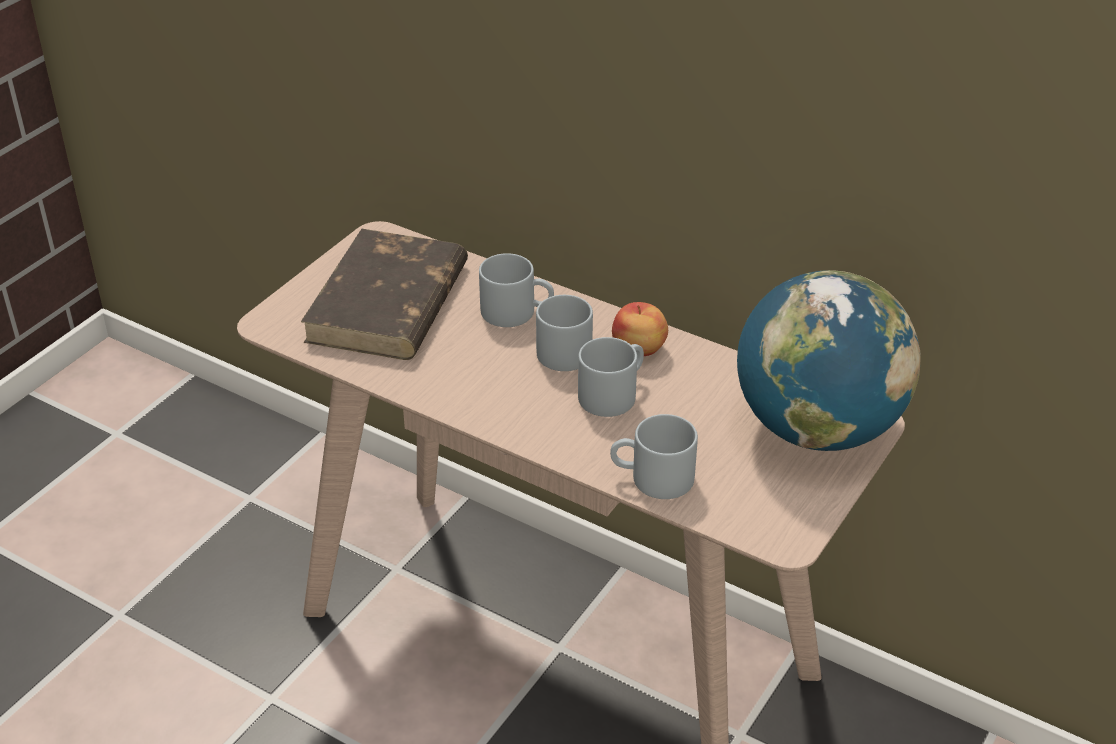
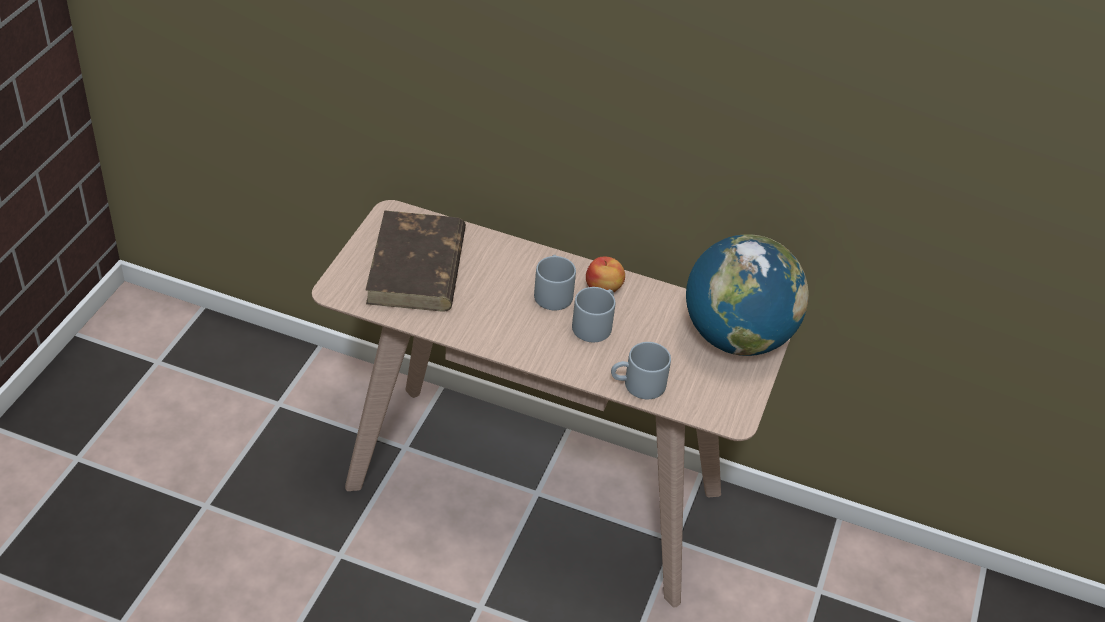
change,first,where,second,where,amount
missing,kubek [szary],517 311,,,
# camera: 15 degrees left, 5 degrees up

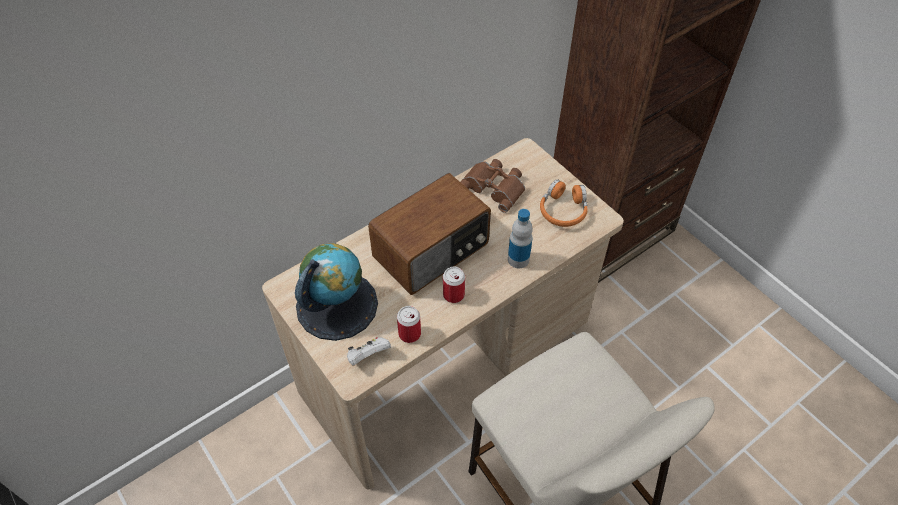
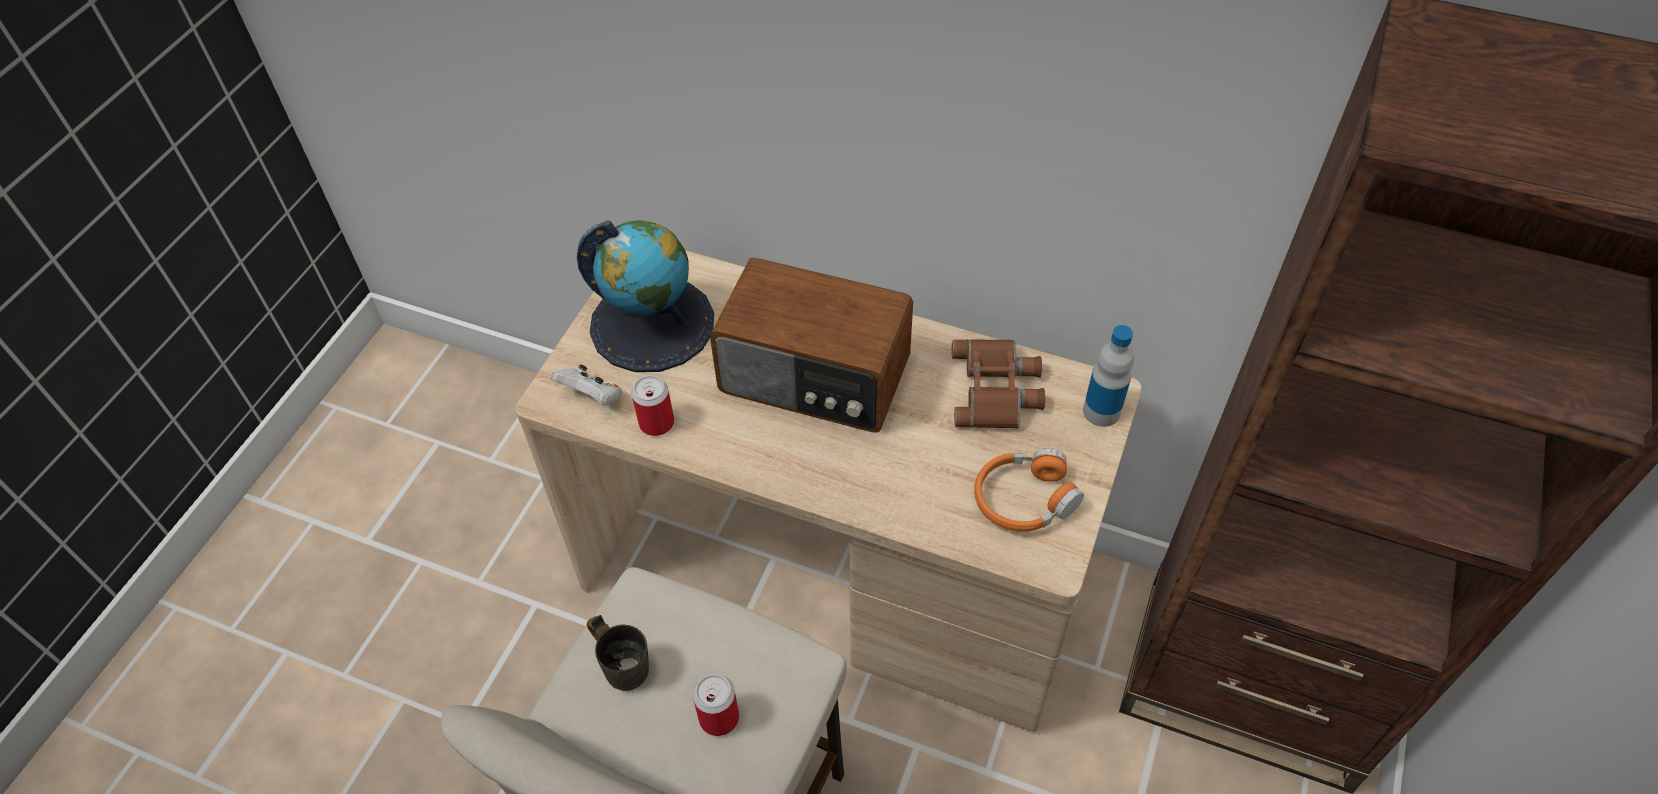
change,first,where,second,where,amount
relocated,butelka,518 259,,1101 411,
relocated,puszka,453 294,,719 717,
appeared,,,kubek [szary],625 661,
# camera: 60 degrees right, 0 degrees up

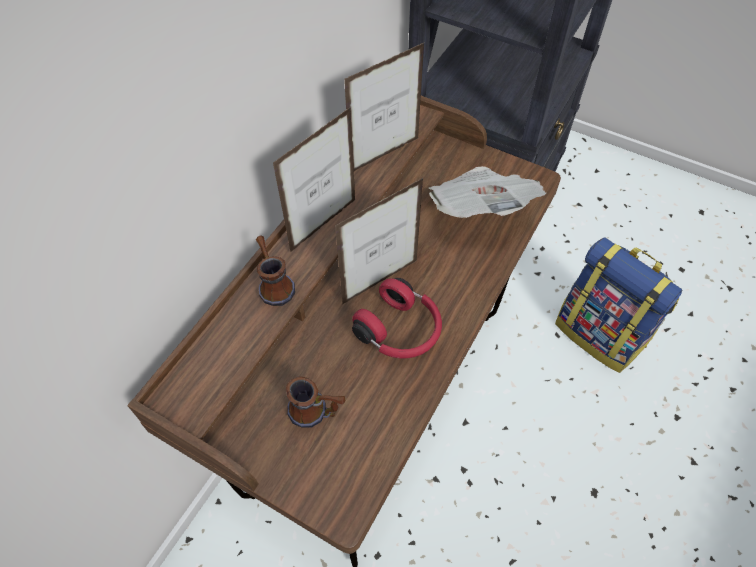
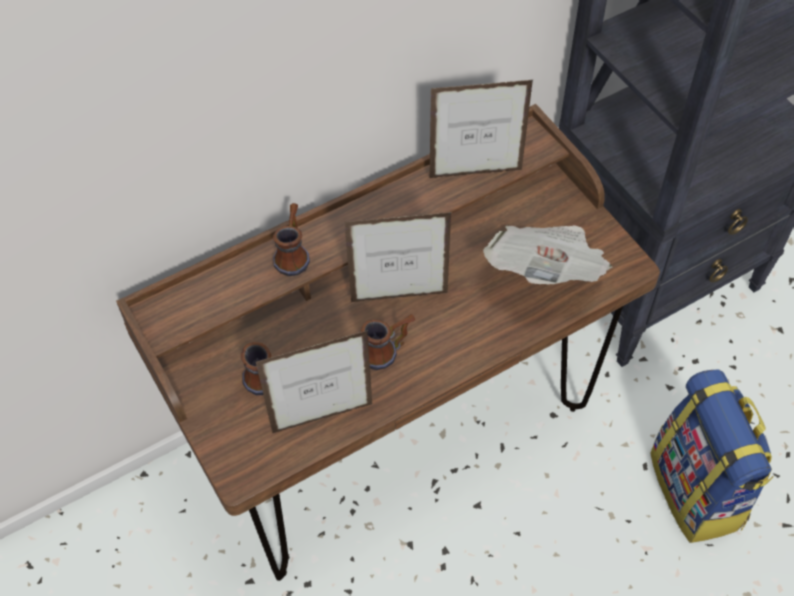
change,first,where,second,where,amount
relocated,ramka na zdjęcie,324 225,,323 418,
exchanged,słuchawki [czerwony],400 331,kubek,387 351,
# camera: 30 degrees right, 0 degrees up

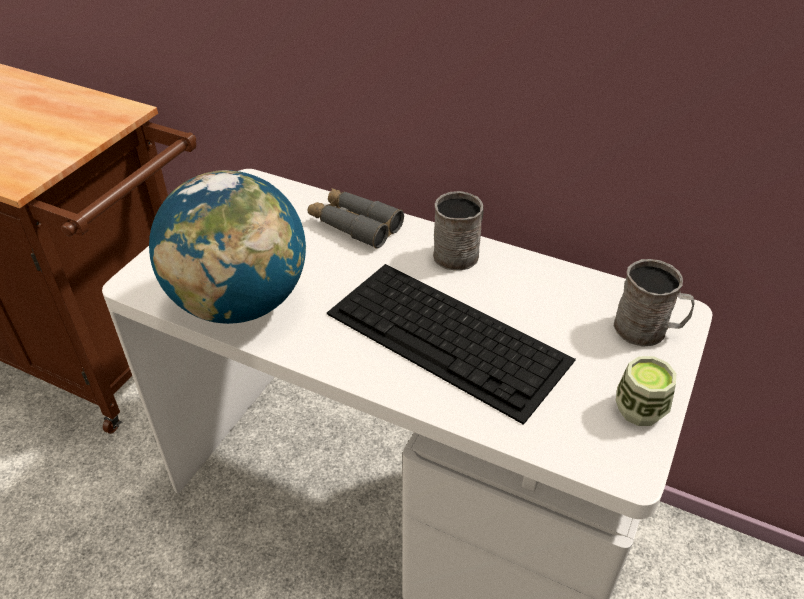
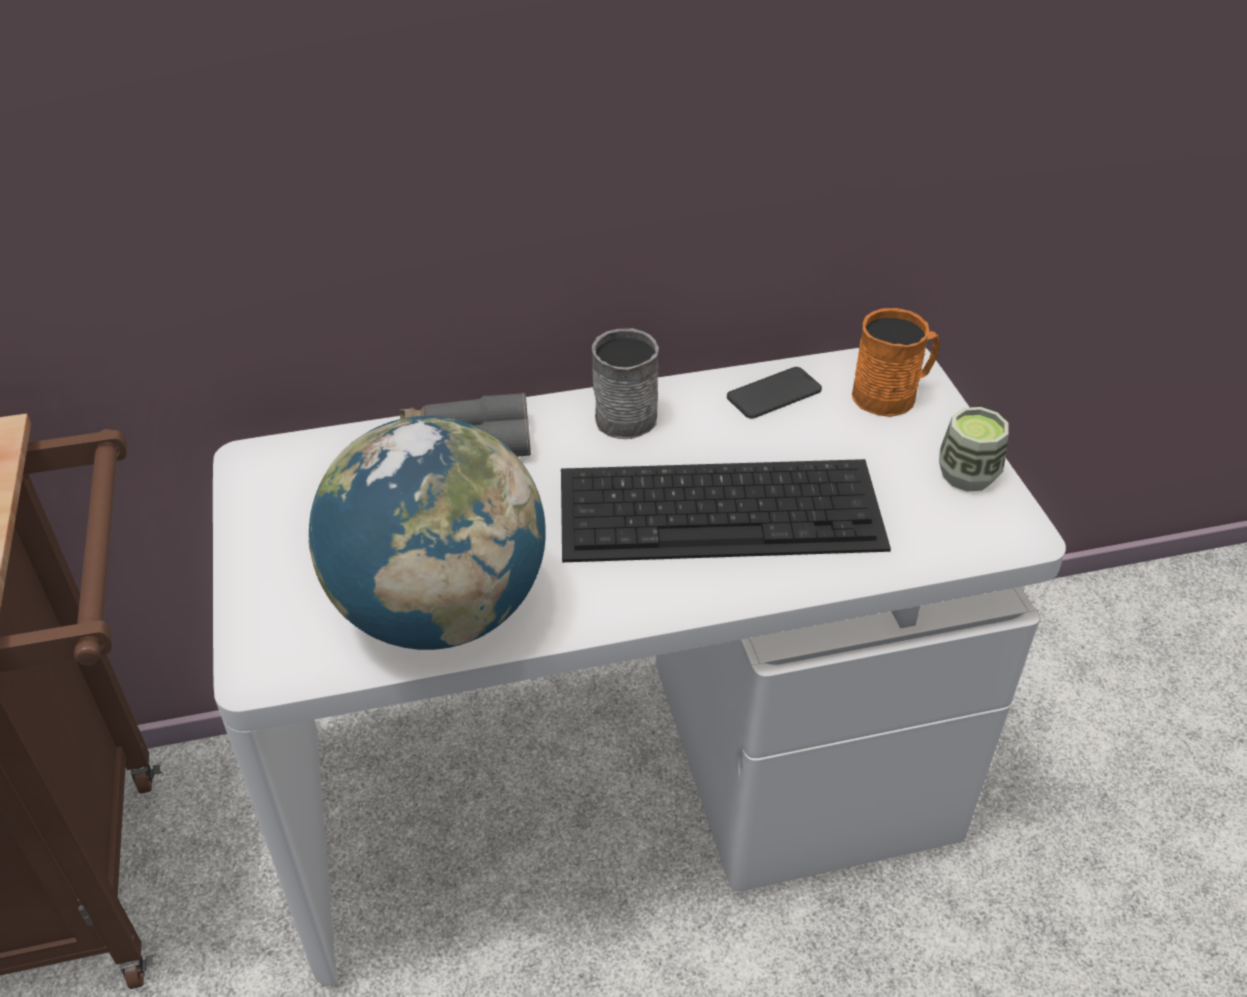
change,first,where,second,where,amount
colour,kubek [szary],647 330,kubek [pomarańczowy],892 394,
appeared,,,telefon,774 394,
# camera: 40 degrees left, 0 degrees up

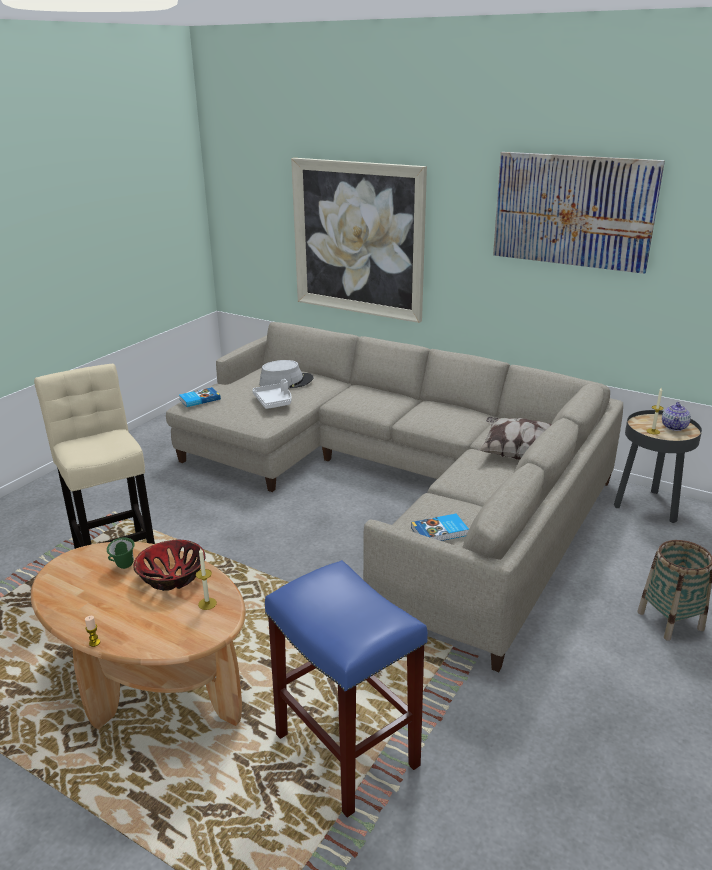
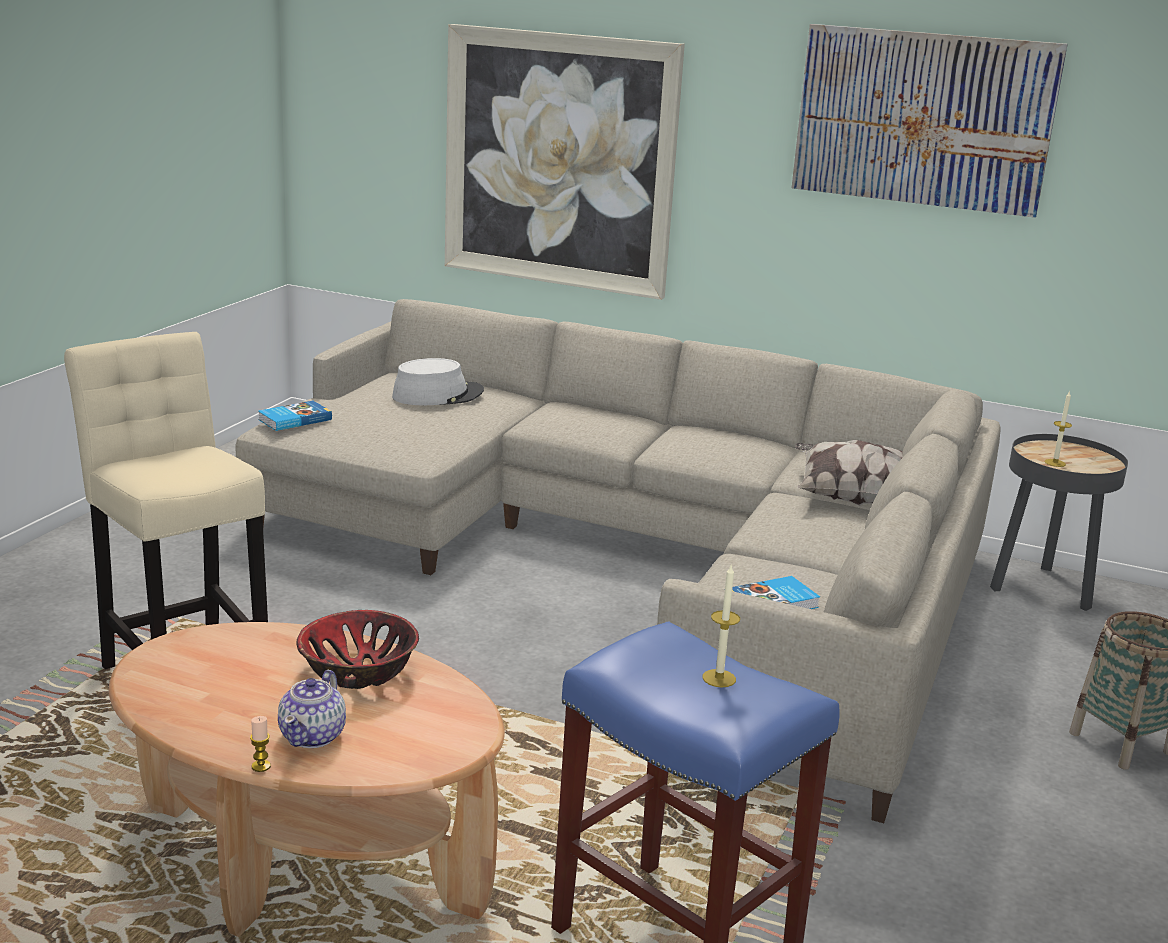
change,first,where,second,where,amount
missing,taca [biały],274 401,,,
relocated,imbryk,674 427,,313 735,
missing,kubek [zielony],124 567,,,
relocated,świeca,207 603,,719 678,
# camera: 10 degrees left, 5 degrees down

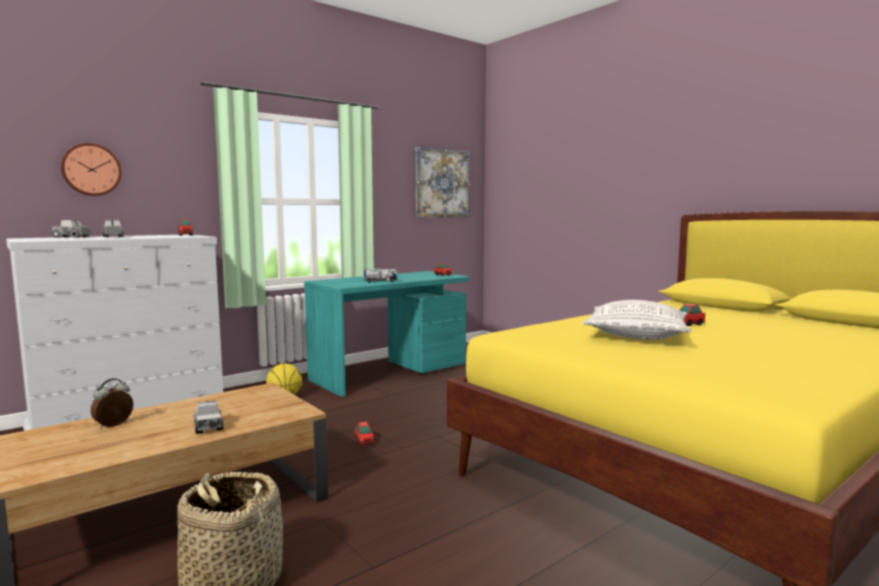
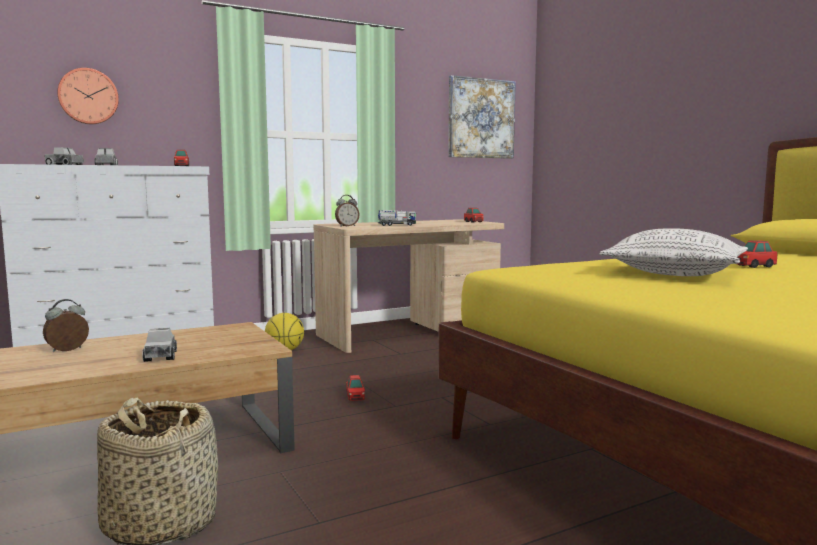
change,first,where,second,where,amount
colour,biurko [turkusowy],390 373,biurko [beżowy],409 332,
appeared,,,budzik,347 226,
# camera: 10 degrees right, 0 degrees up

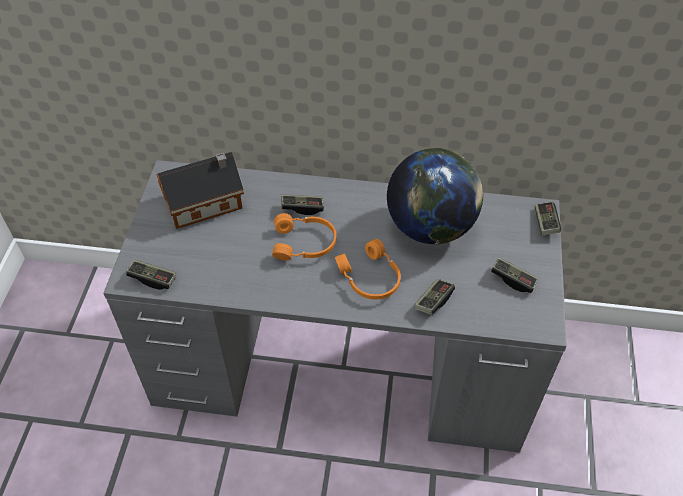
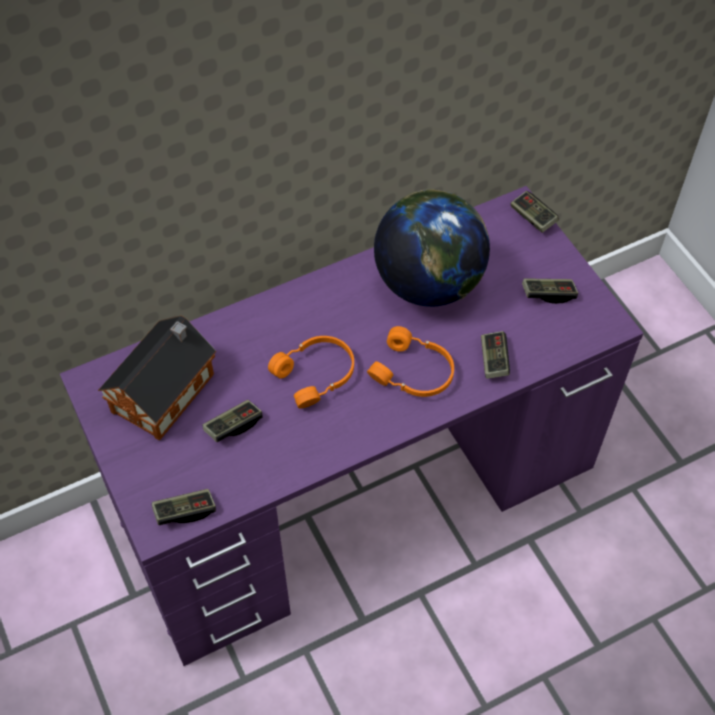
change,first,where,second,where,amount
colour,biurko [szary],342 363,biurko [fioletowy],357 486,
relocated,pad do gier,302 208,,233 426,
# camera: 35 degrees left, 5 degrees up

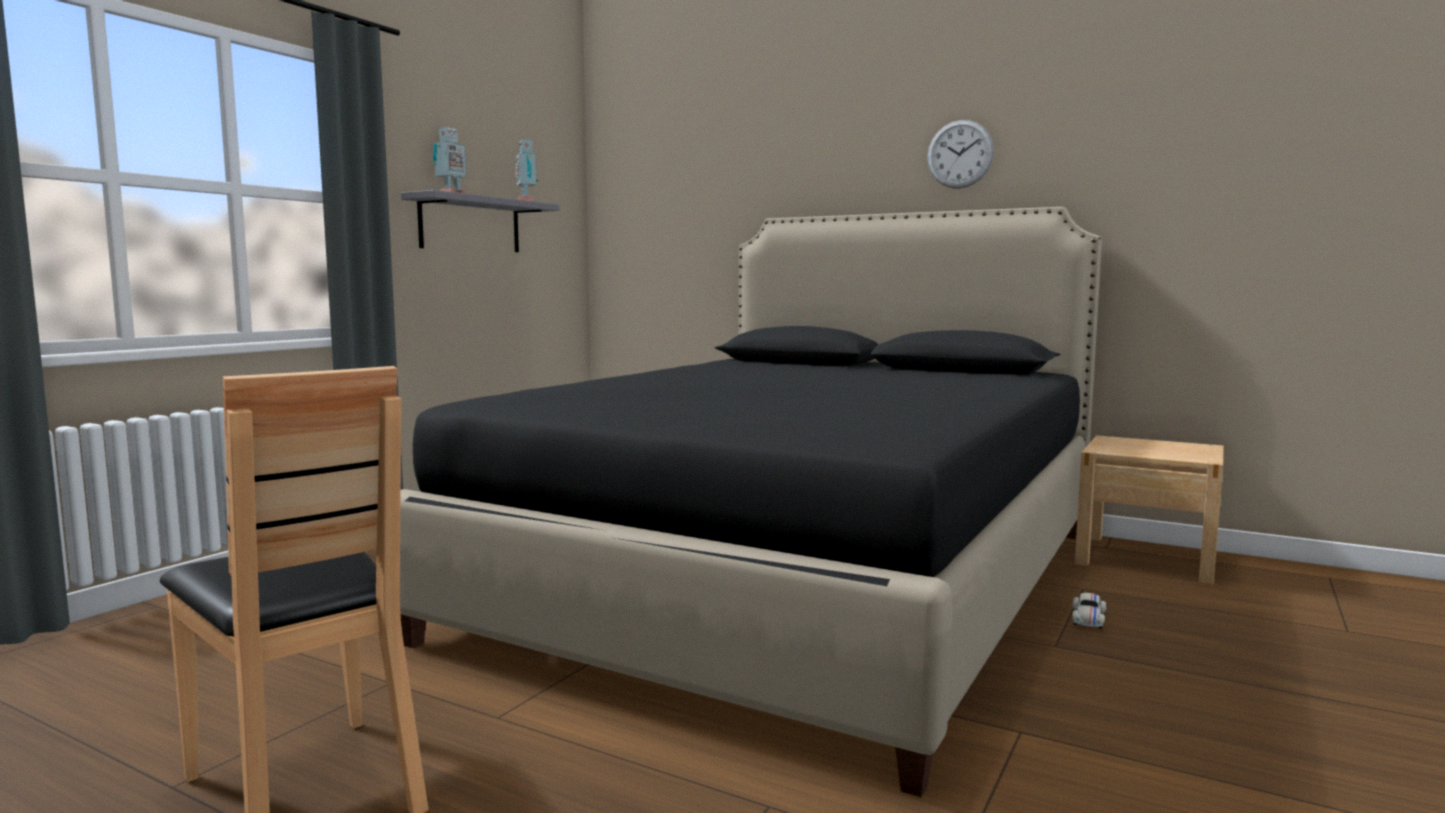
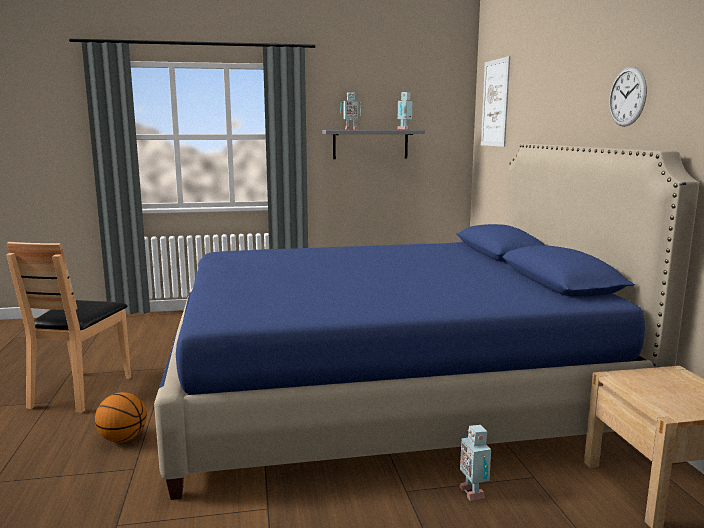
change,first,where,second,where,amount
colour,łóżko [czarny],798 581,łóżko [niebieski],388 394,
exchanged,samochodzik [biały],1088 619,robot zabawkowy,473 492,
appeared,,,obraz,495 103,
appeared,,,piłka do koszykówki,123 438,
# camera: 50 degrees right, 5 degrees up

